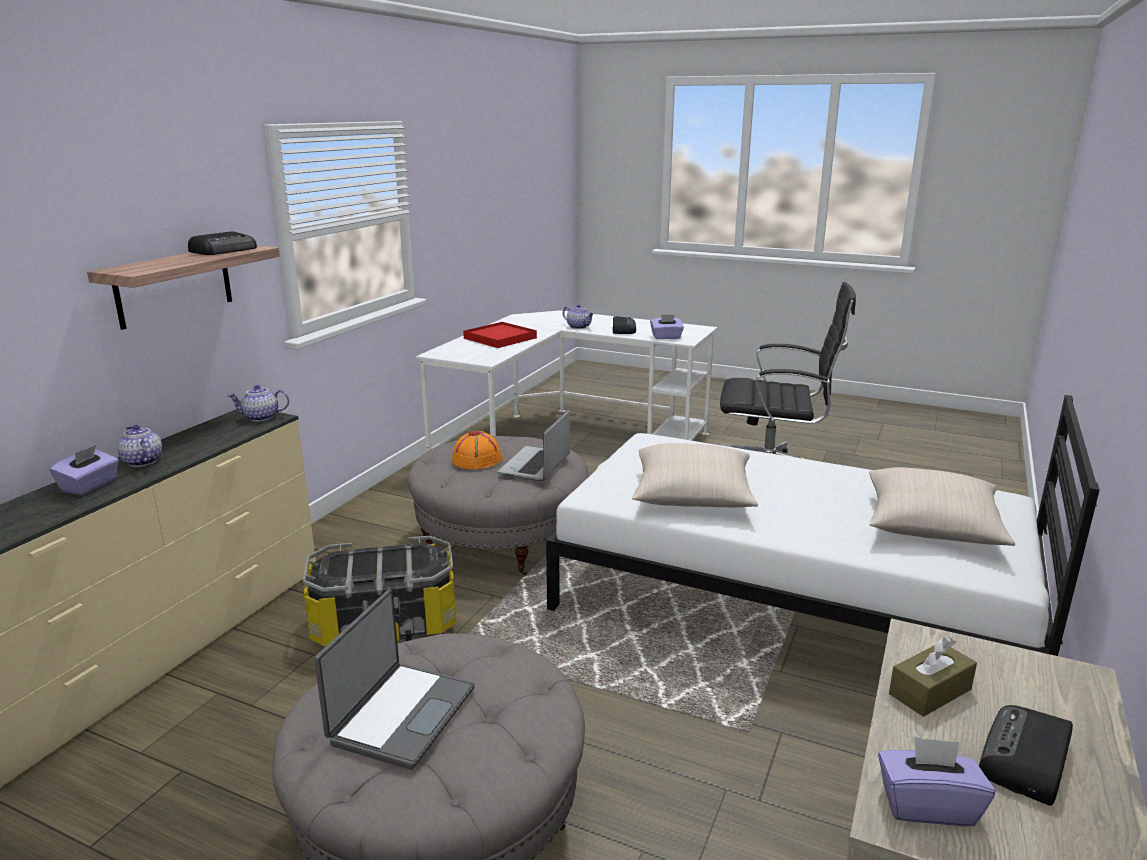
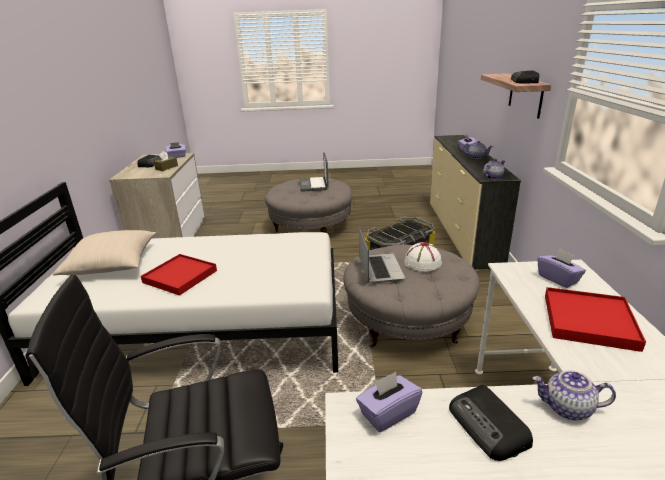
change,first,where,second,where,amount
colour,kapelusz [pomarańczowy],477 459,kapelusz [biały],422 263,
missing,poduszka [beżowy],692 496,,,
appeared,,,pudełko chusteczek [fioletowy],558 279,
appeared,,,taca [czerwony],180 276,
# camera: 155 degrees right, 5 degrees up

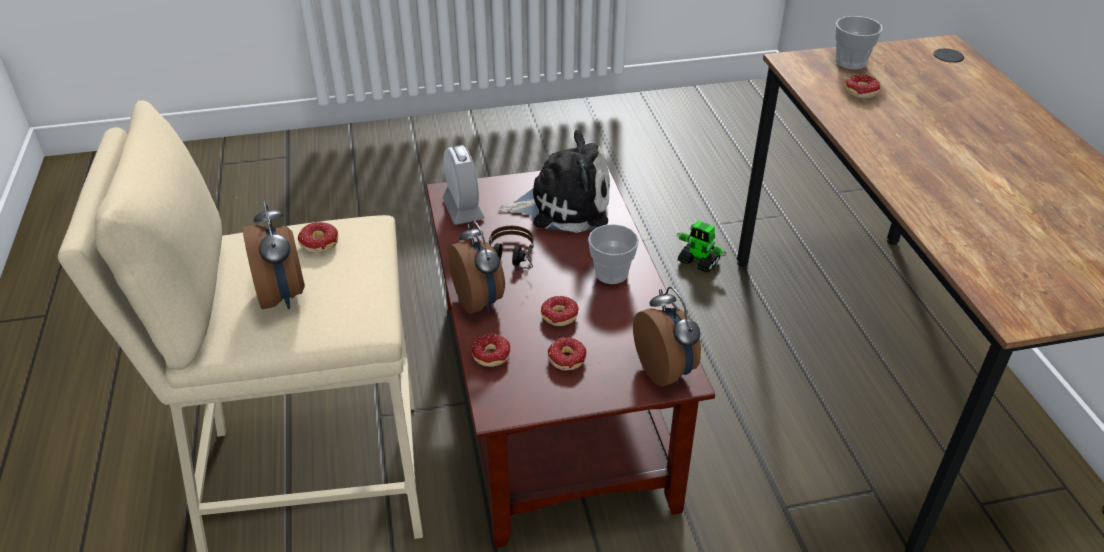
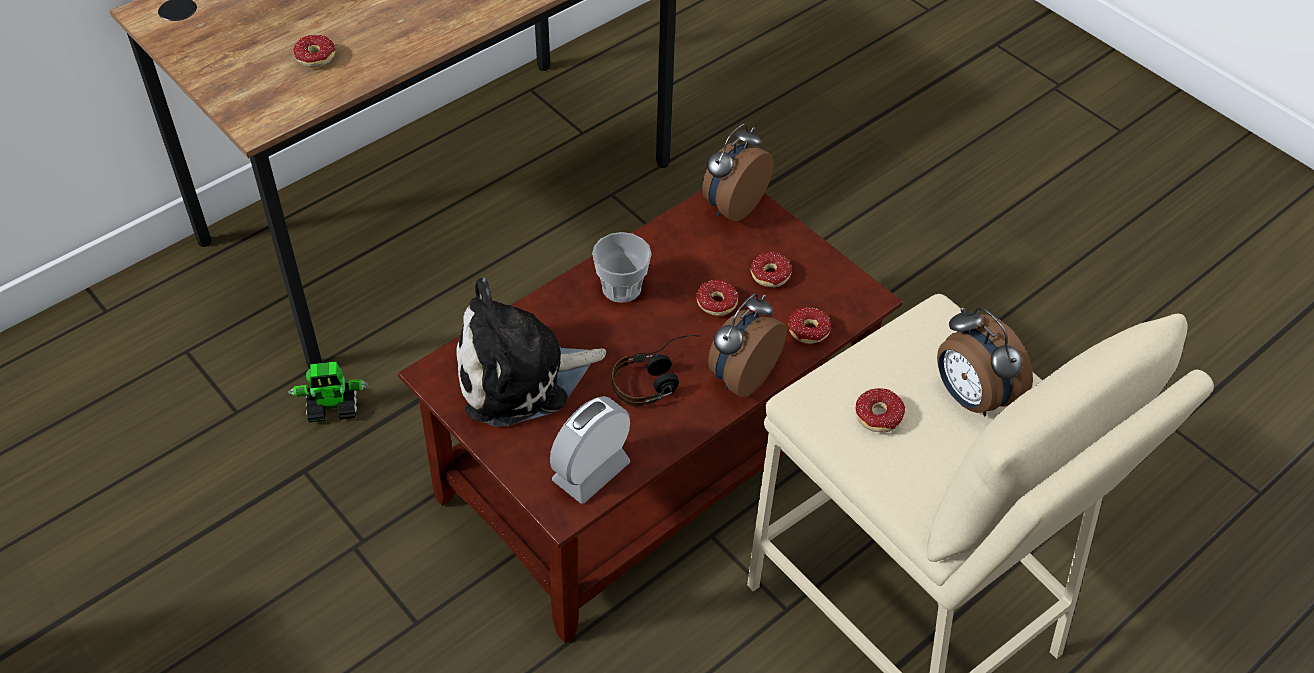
change,first,where,second,where,amount
missing,filiżanka,850 62,,,
spun,pluszak,563 205,,521 376,75 degrees counterclockwise
spun,budzik,283 295,,970 397,75 degrees counterclockwise
spun,robot zabawkowy,699 262,,333 407,75 degrees clockwise
# camera: 120 degrees left, 10 degrees up

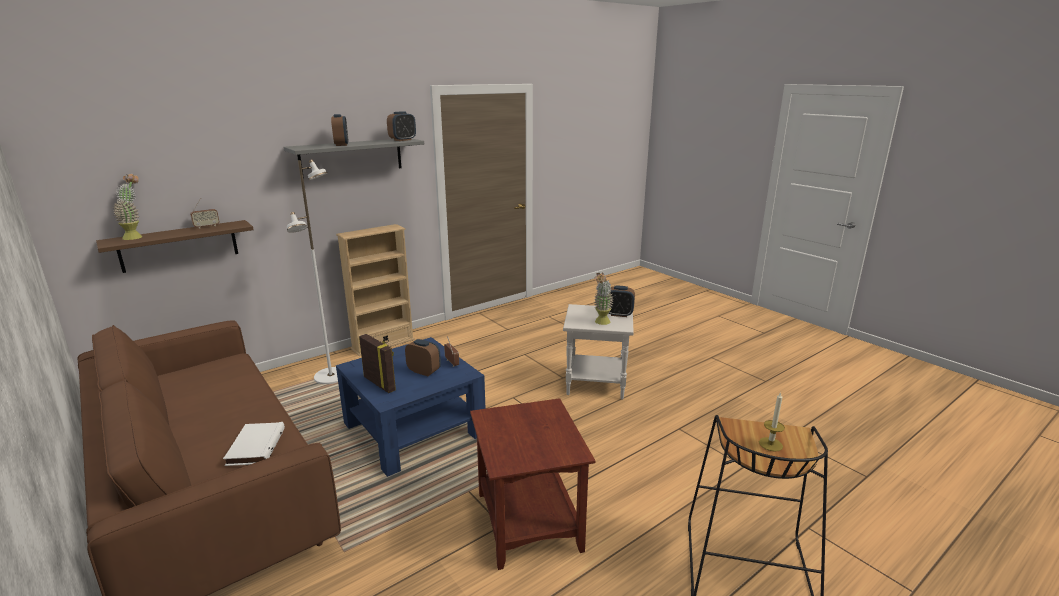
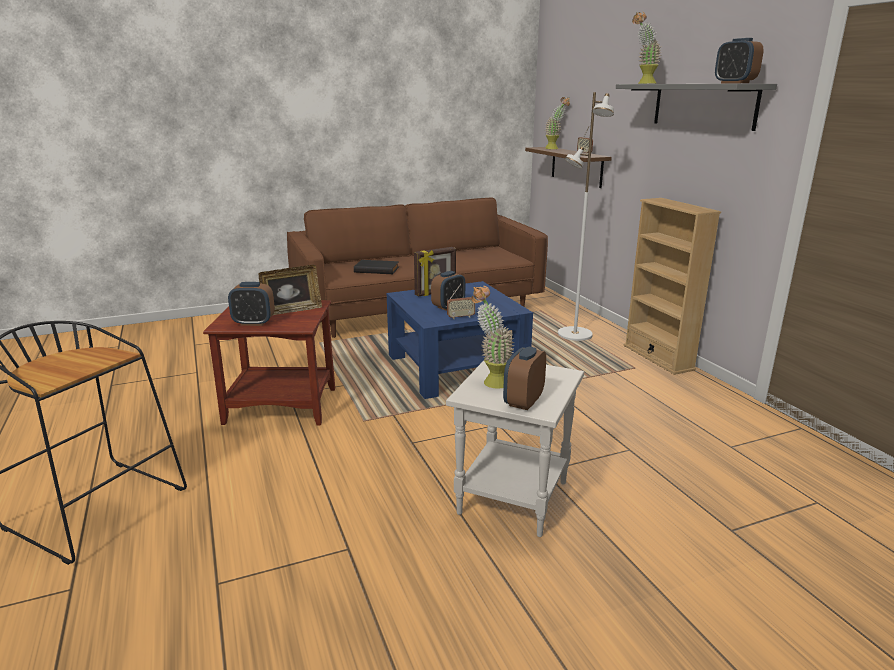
change,first,where,second,where,amount
relocated,budzik,341 144,,253 323,
missing,świeca,770 444,,,
colour,książka [biały],254 446,książka [czarny],377 269,
appeared,,,roślina doniczkowa,642 83,
appeared,,,ramka na zdjęcie,292 310,
# camera: 105 degrees right, 0 degrees up

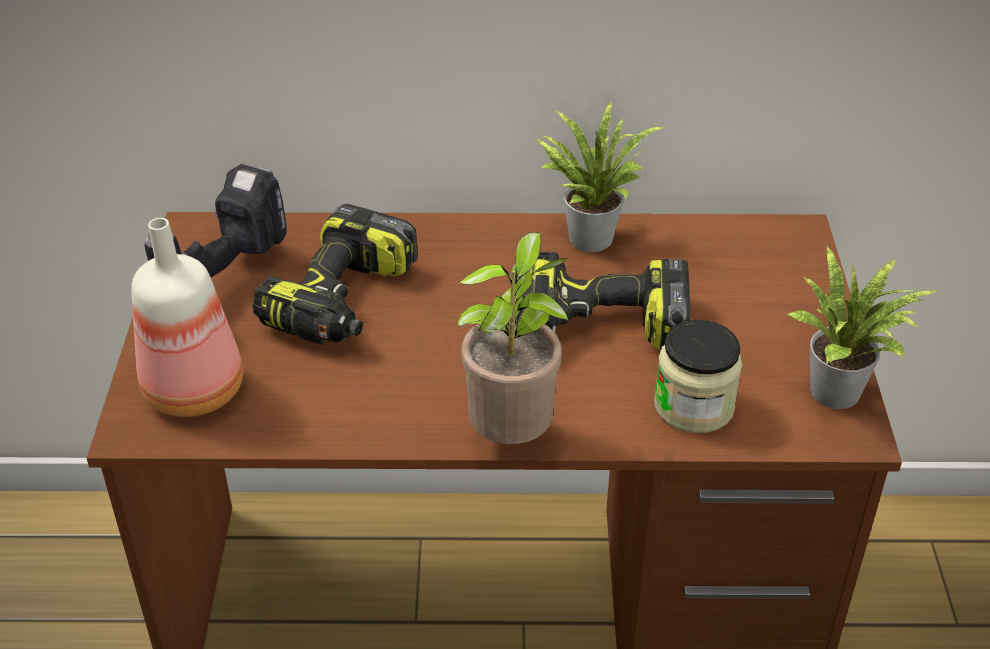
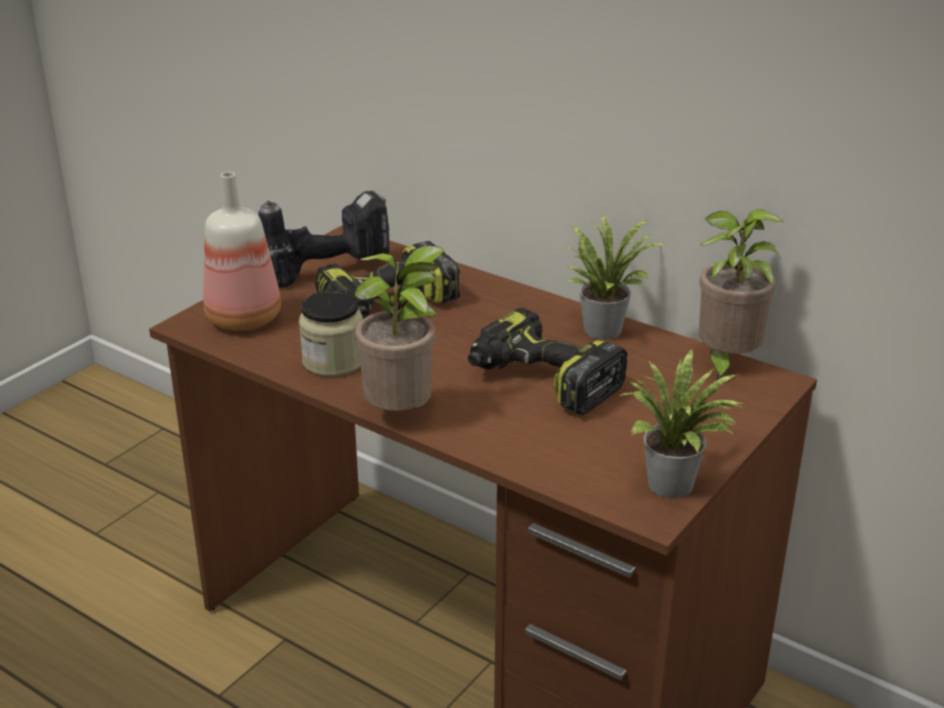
change,first,where,second,where,amount
relocated,słoik,694 406,,333 361,
appeared,,,roślina doniczkowa,725 364,
# camera: 35 degrees right, 10 degrees down

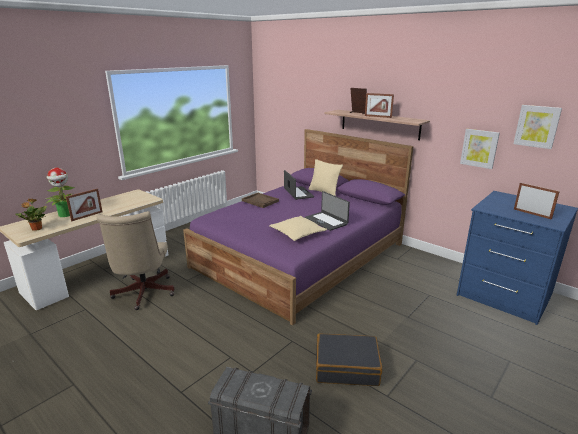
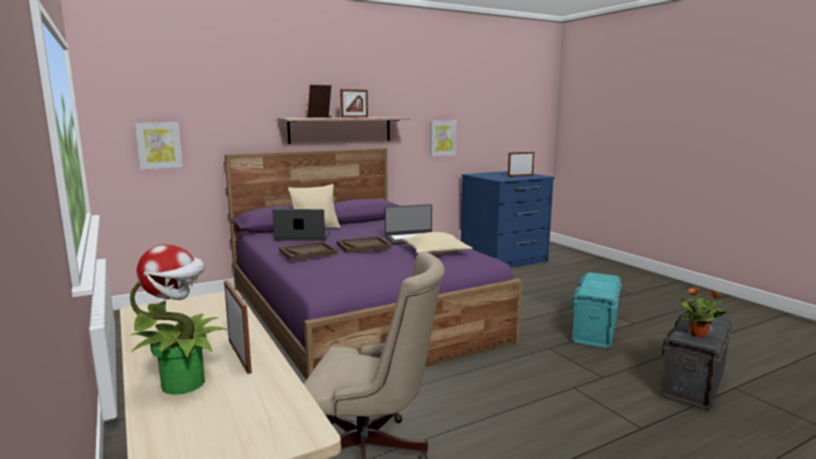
change,first,where,second,where,amount
relocated,obraz,537 126,,159 145,
relocated,roślina doniczkowa,36 229,,699 335,
exchanged,walizka [czarny],346 367,pojemnik do przechowywania [turkusowy],595 330,
appeared,,,taca [brązowy],363 246,
# camera: 70 degrees left, 10 degrees down

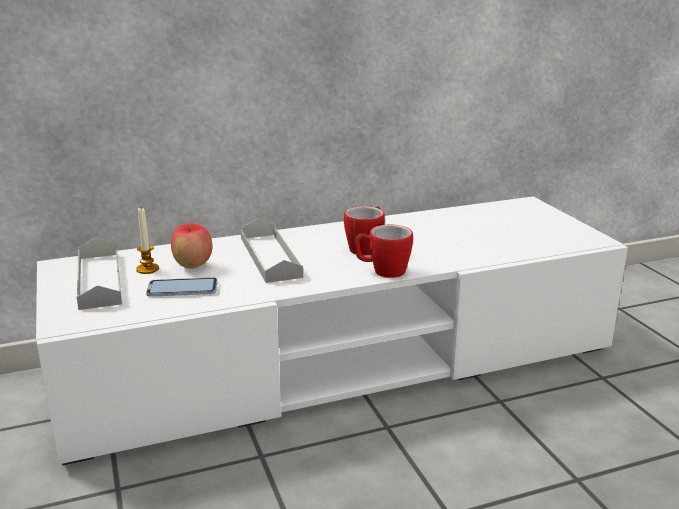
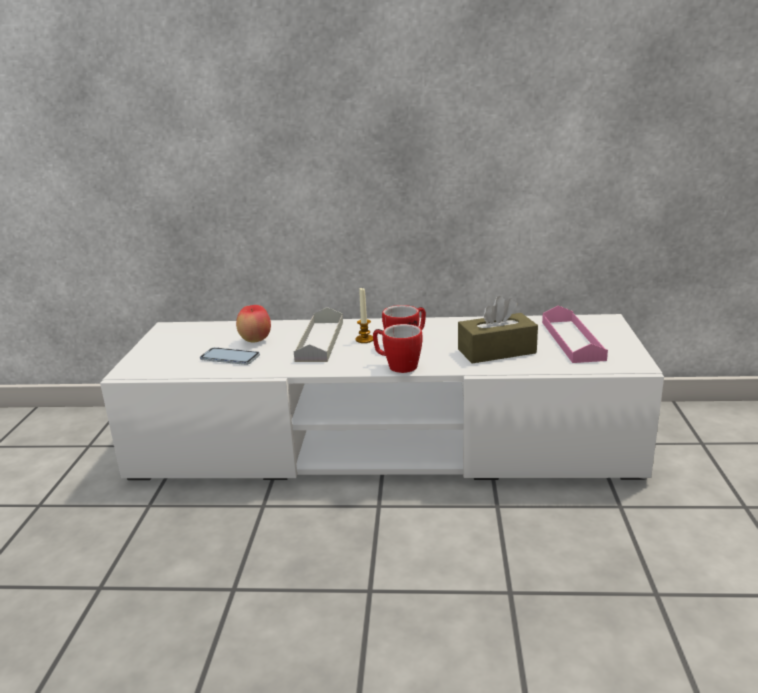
change,first,where,second,where,amount
relocated,świeca,147 269,,364 339,
missing,taca [szary],99 280,,,
appeared,,,pudełko chusteczek [brązowy],496 351,
appeared,,,taca [różowy],572 340,
# camera: 25 degrees right, 0 degrees up

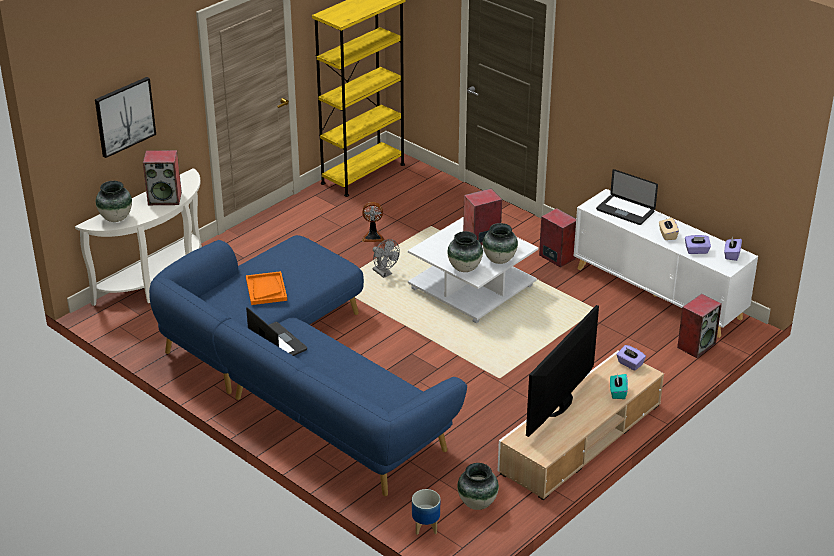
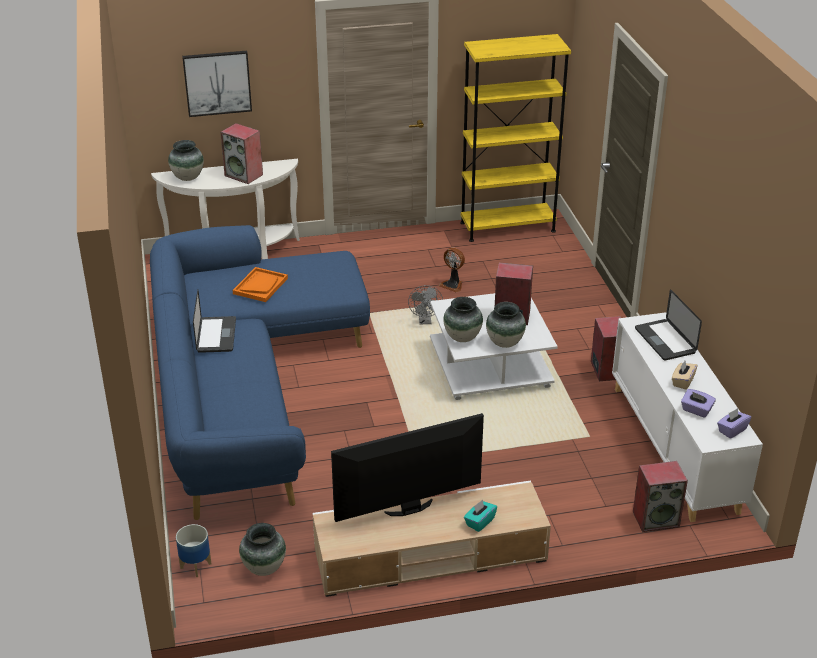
change,first,where,second,where,amount
missing,pudełko chusteczek [fioletowy],630 364,,,
# camera: 35 degrees right, 0 degrees up

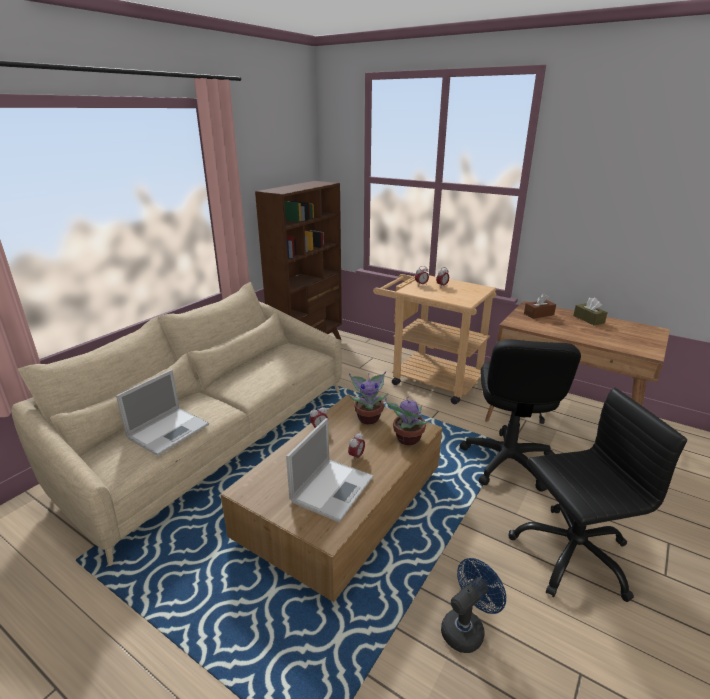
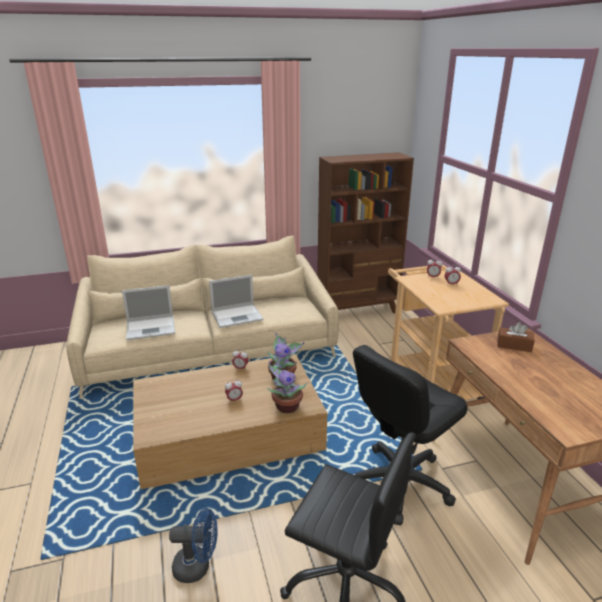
change,first,where,second,where,amount
missing,pudełko chusteczek [brązowy],588 319,,,
relocated,laptop,333 488,,238 316,
# camera: 40 degrees right, 0 degrees up

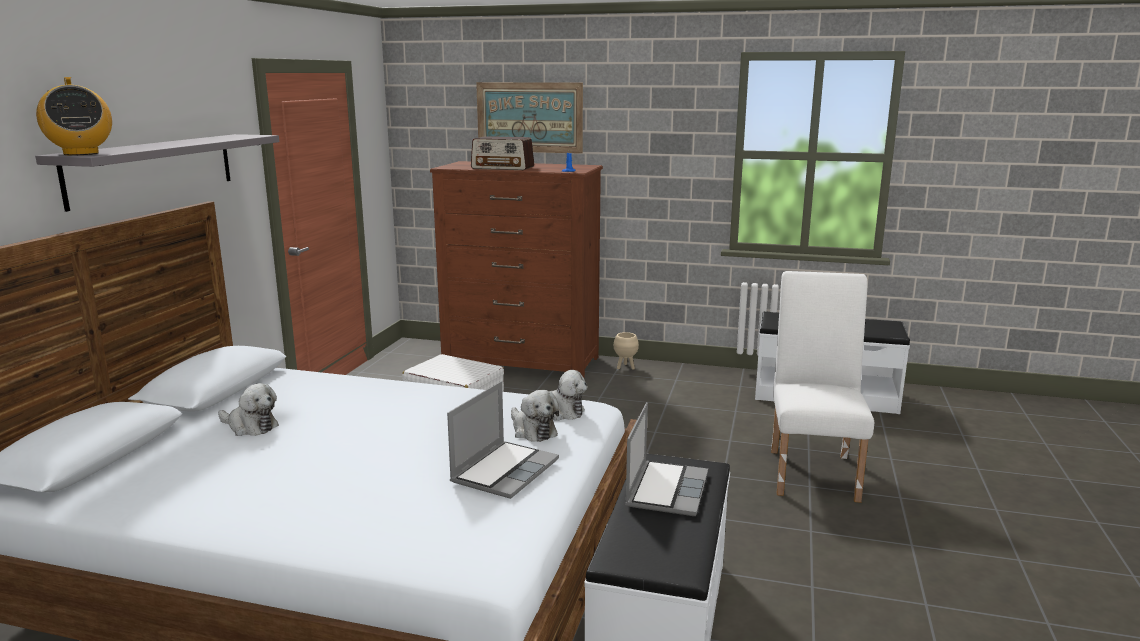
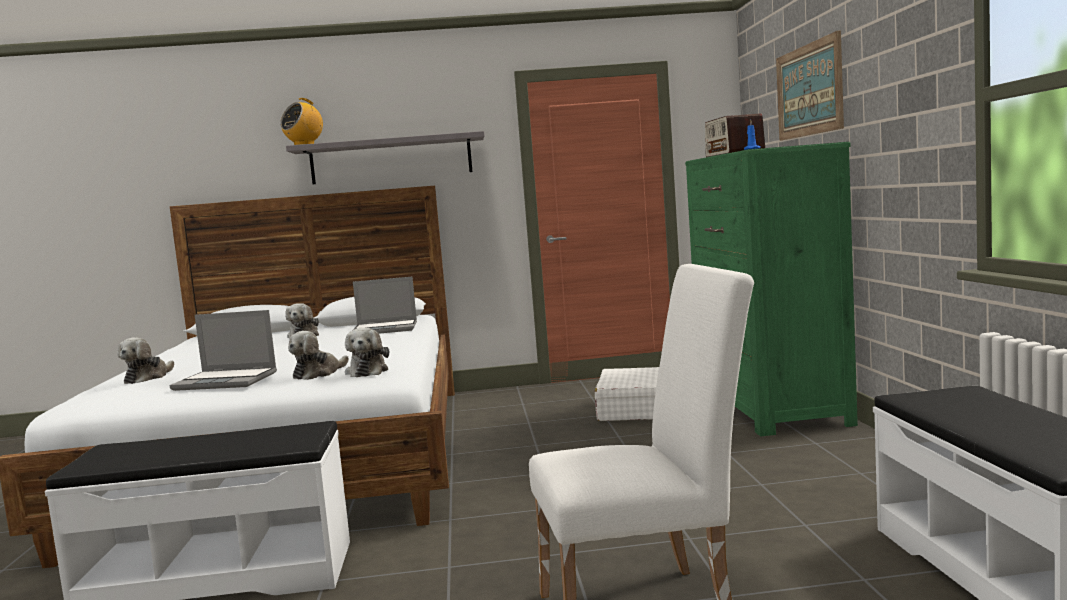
change,first,where,second,where,amount
colour,komoda [brązowy],521 362,komoda [zielony],769 406,
missing,donica [beżowy],625 367,,,
relocated,laptop,666 489,,386 329,
appeared,,,pluszak,148 378,
# camera: 70 degrees right, 10 degrees down

